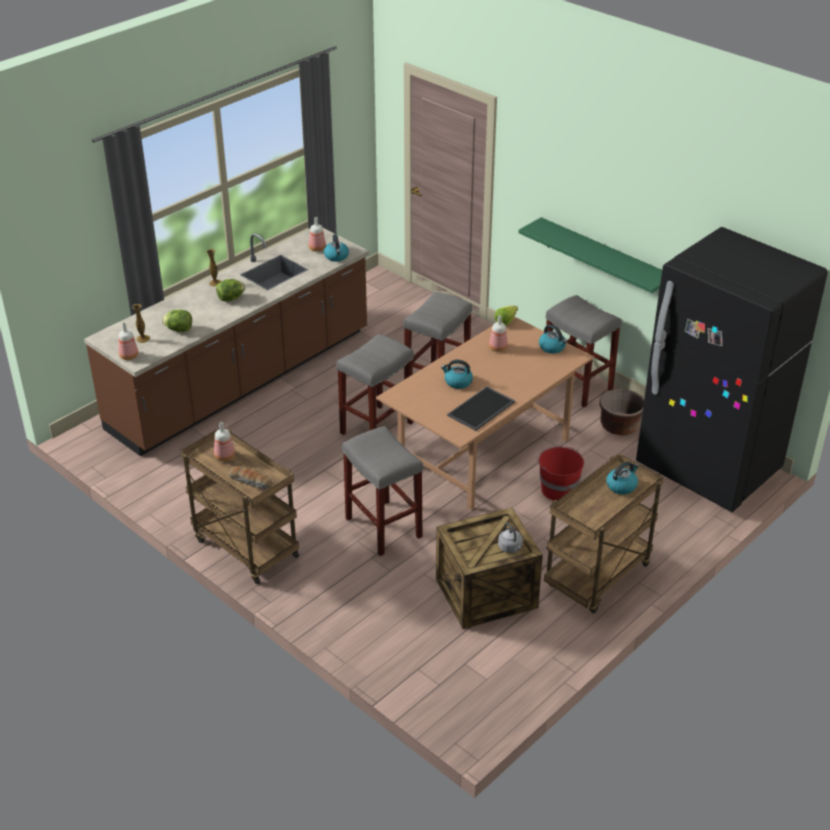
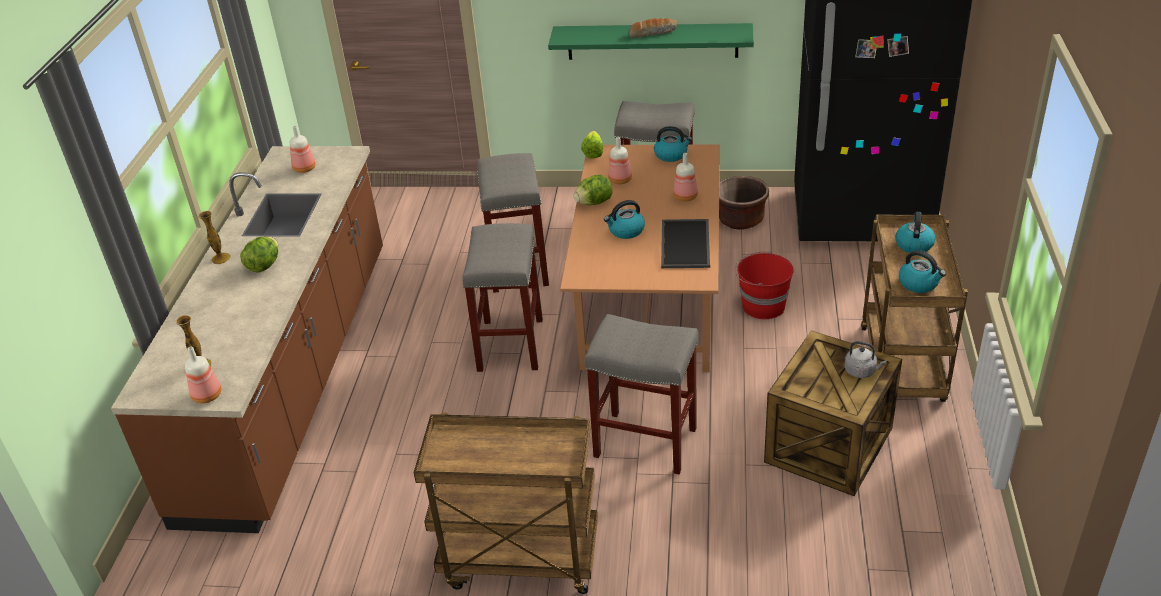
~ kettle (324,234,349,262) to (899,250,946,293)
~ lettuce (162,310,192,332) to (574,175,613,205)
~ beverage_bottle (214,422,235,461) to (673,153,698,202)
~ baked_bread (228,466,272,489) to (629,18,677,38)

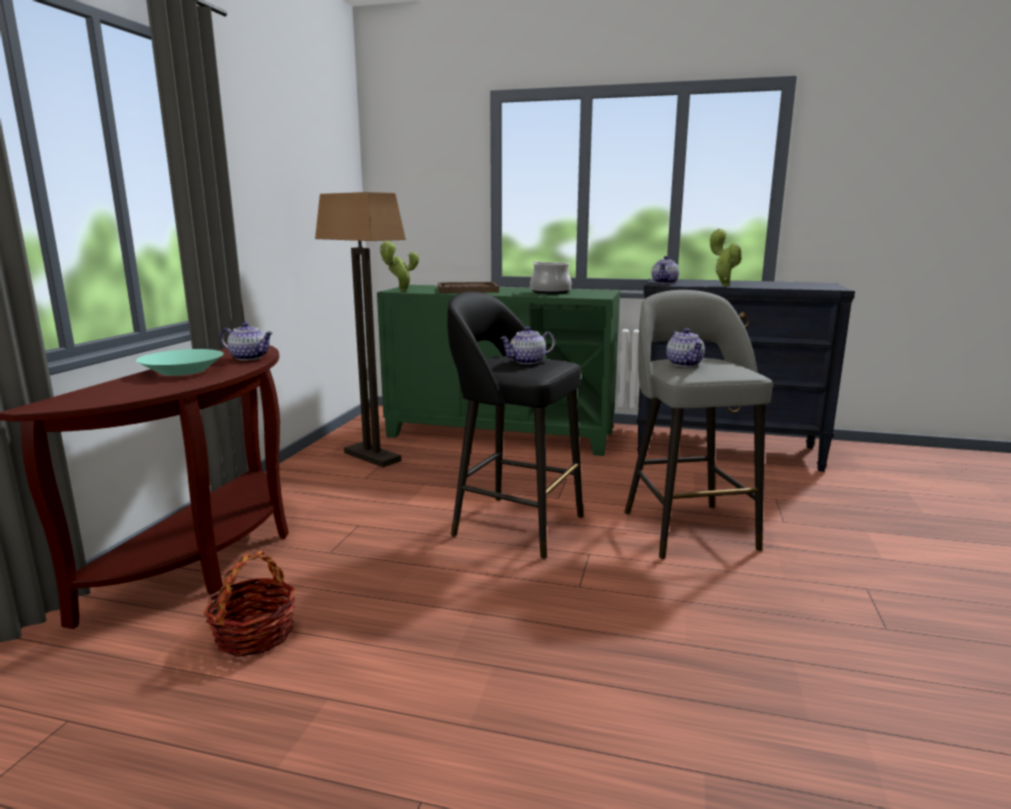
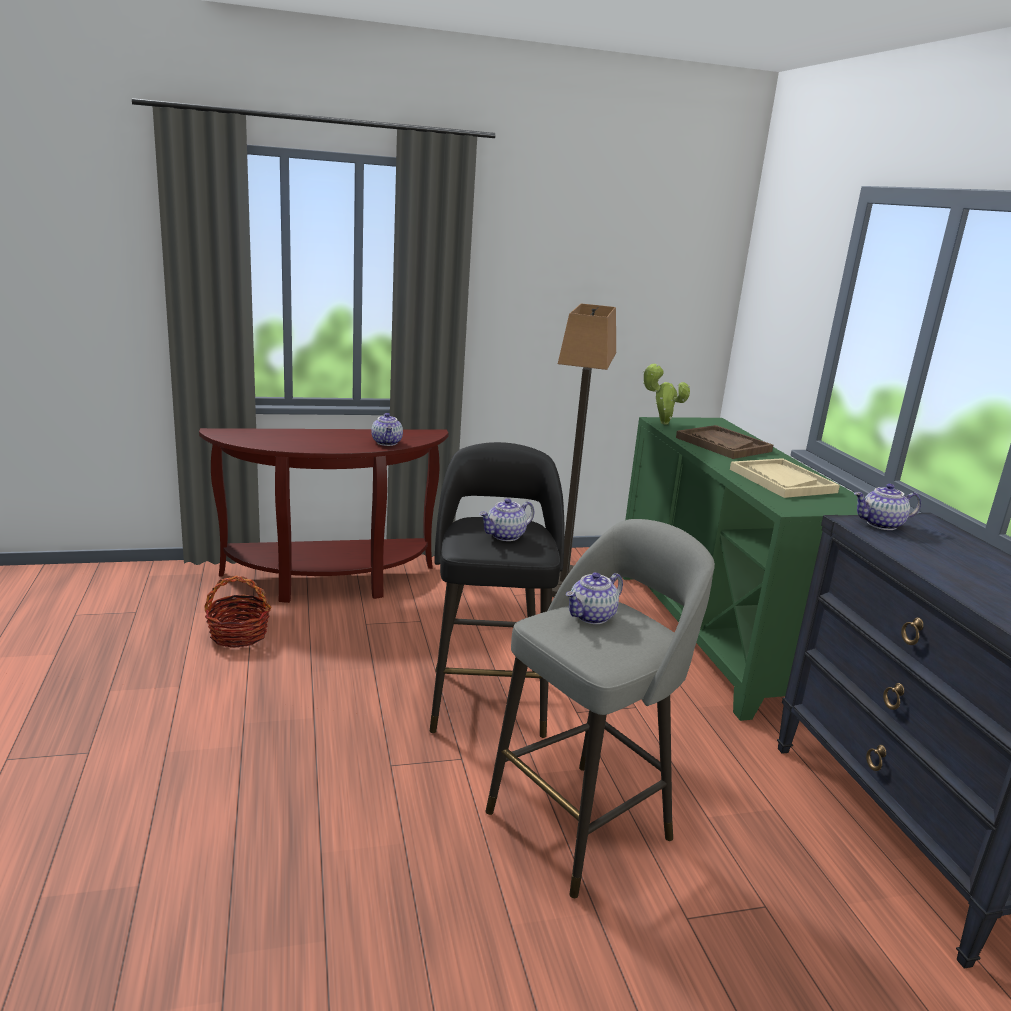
- potted_plant (710,228,742,286)
~ saucepot (530,261,571,294) to beige_serving_tray (730,458,840,498)
~ tea_pot (500,326,555,364) = (480,498,535,541) 75 degrees counterclockwise
- turquoise-coloured_deep_dish (136,349,224,376)

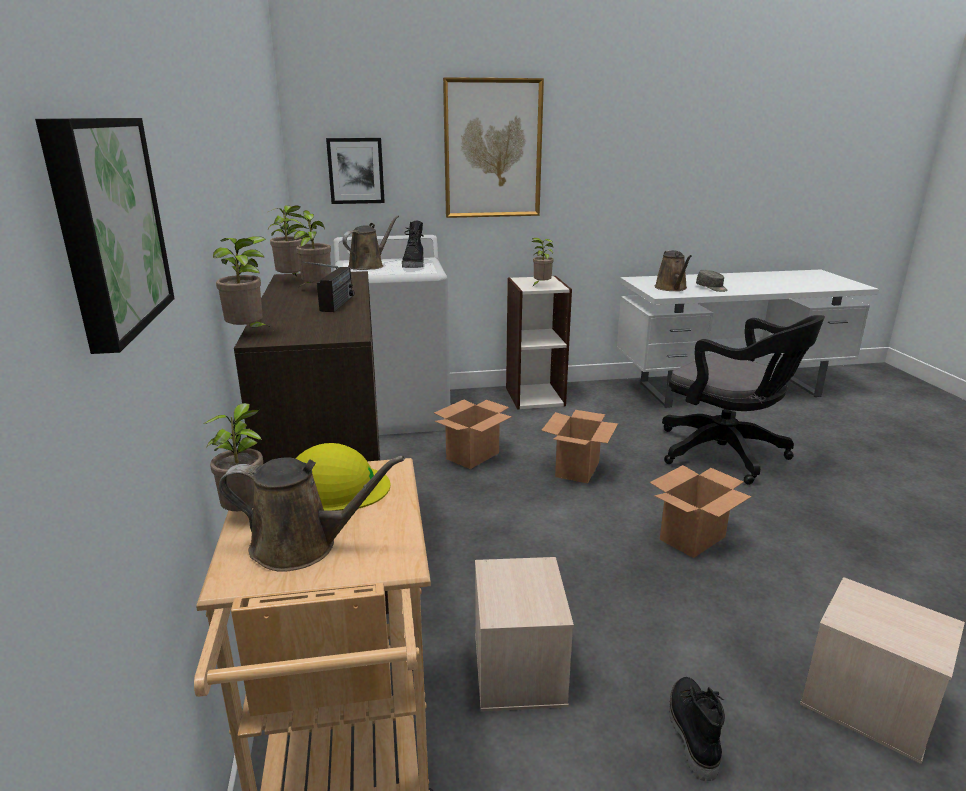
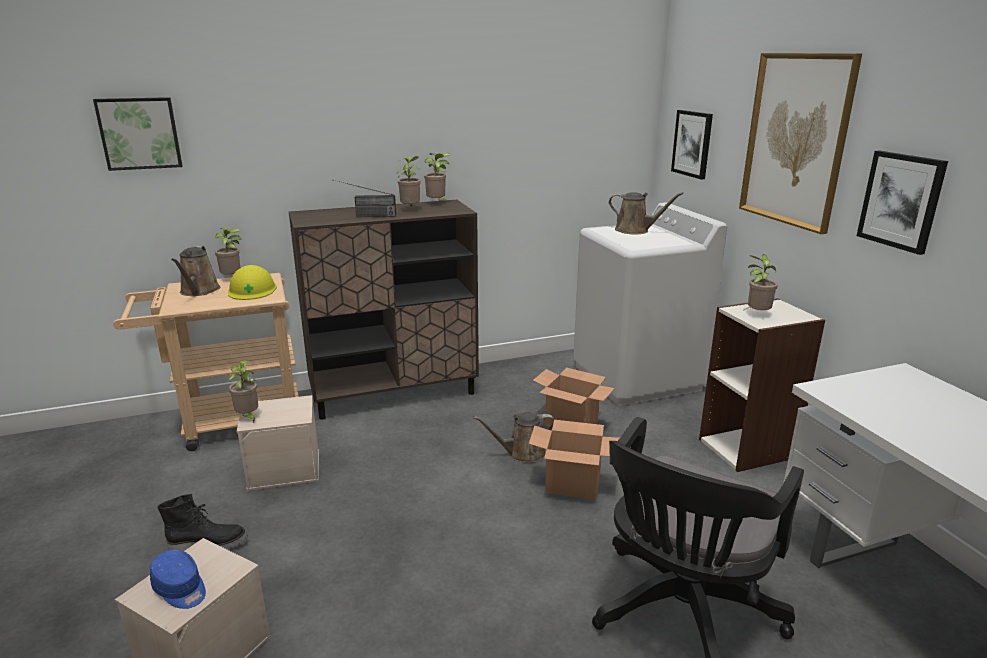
- blackish_tall_boot (402,221,424,268)
~ potted_plant (213,236,271,328) to (228,360,258,423)
~ brown_watering_pot (655,250,692,291) to (473,412,555,463)
- gray_peaked_cap (696,270,728,292)
- packing_box (650,465,751,558)
+ wall_picture (857,151,948,255)
+ bluish_peaked_cap (150,550,206,609)

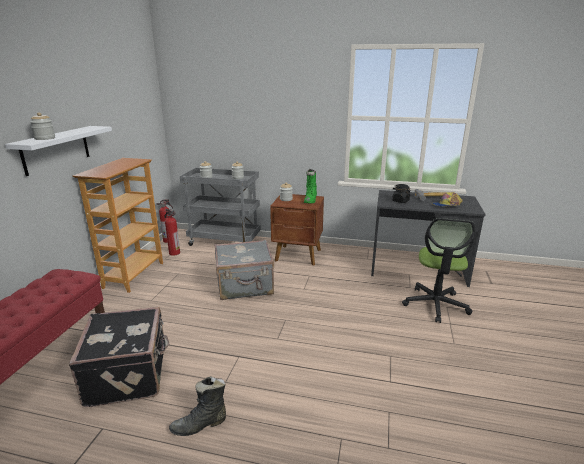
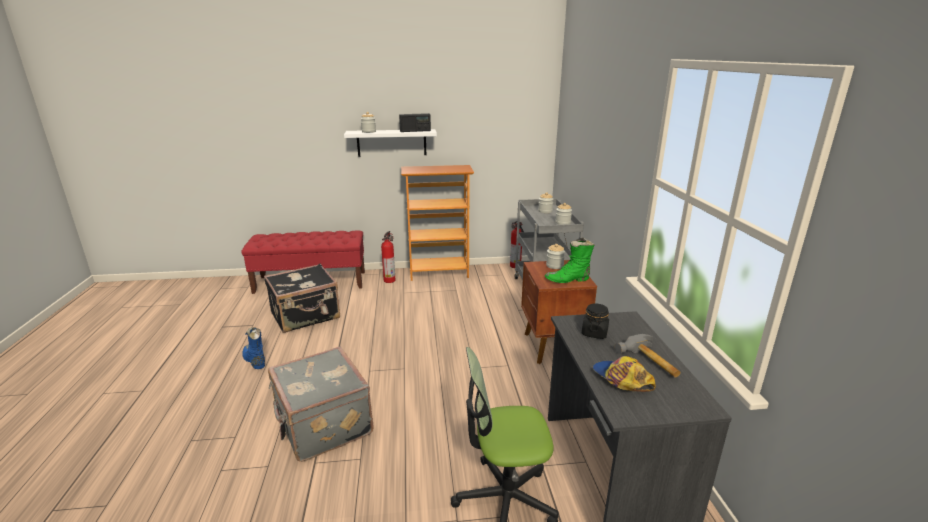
~ extinguisher (164,208,180,256) to (381,231,396,283)
~ gray_travel_case (215,240,274,300) to (268,346,374,462)
~ blackish_tall_boot (169,376,226,436) to bluish_tall_boot (242,327,265,369)
+ radio (399,113,431,132)

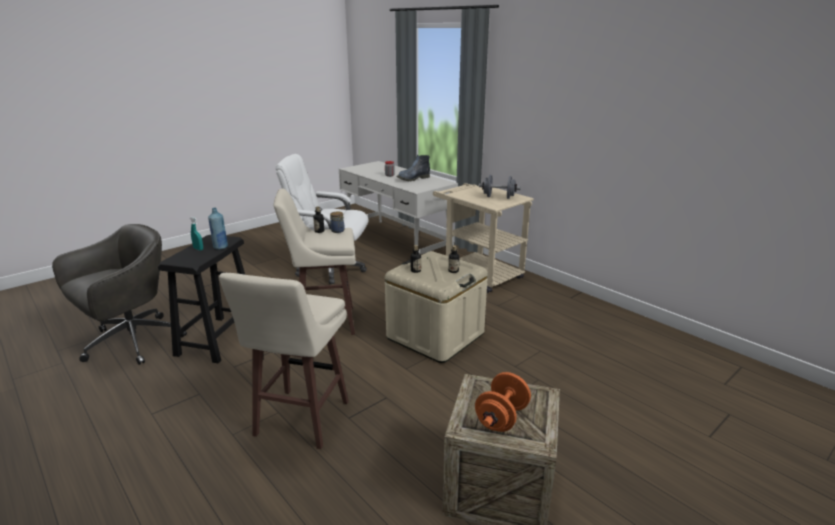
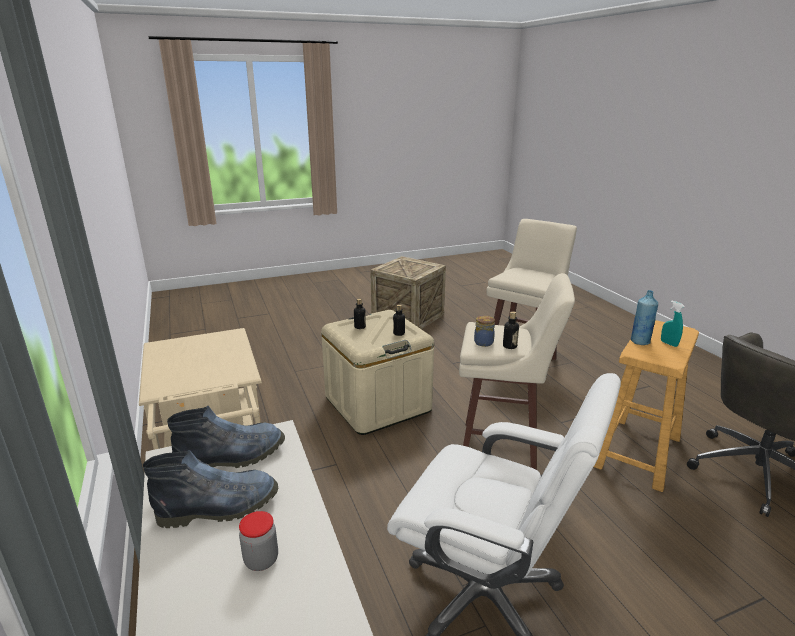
- gray_free_weight (479,175,521,199)
~ blackish_stool (158,235,245,364) to beige_stool (594,320,699,492)
- orangey_free_weight (475,372,531,432)
+ tall_boot (167,406,285,468)

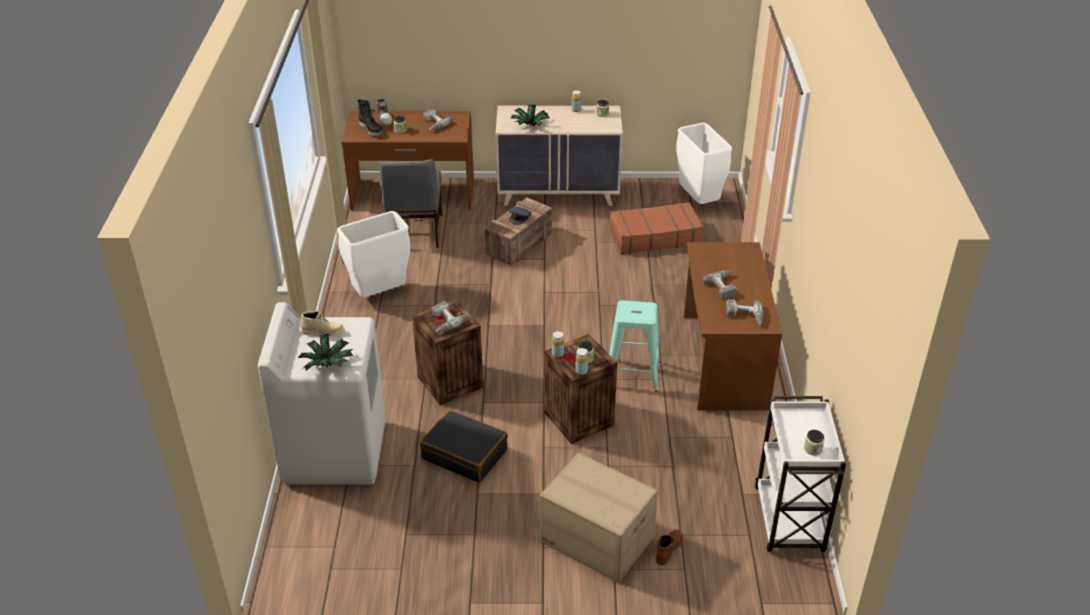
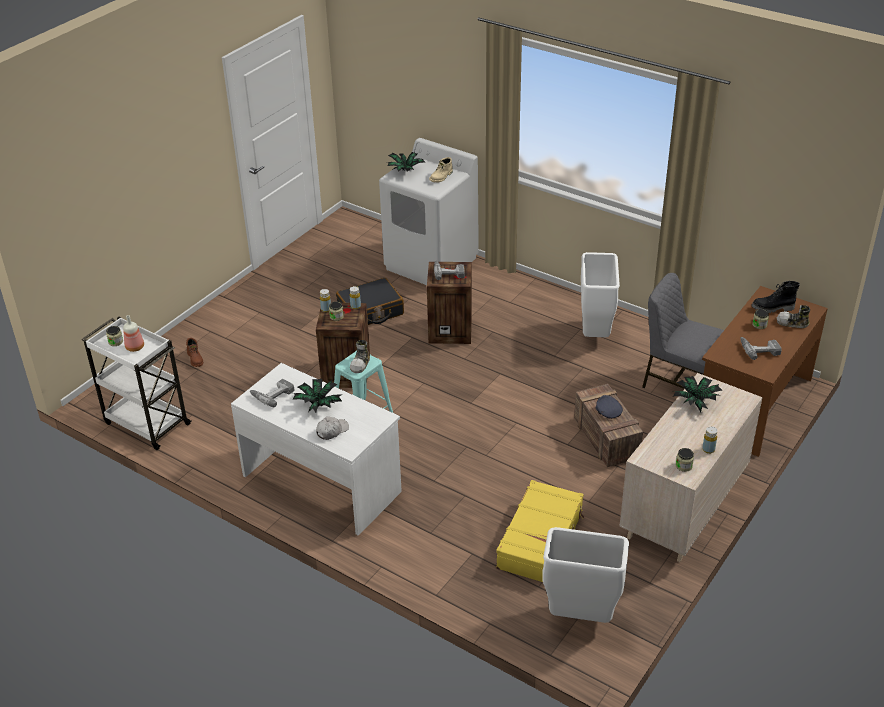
~ brown_travel_case (610,202,704,254) to yellow_travel_case (496,480,584,582)
~ brown_desk_unit (684,242,782,410) to white_desk_unit (231,363,402,536)
~ electric_drill (702,270,738,299) to potted_plant (292,379,342,412)
- packing_box (540,453,658,583)
+ beverage_bottle (123,315,144,352)
+ low_shoe (350,340,370,373)
+ white_peaked_cap (316,417,349,440)

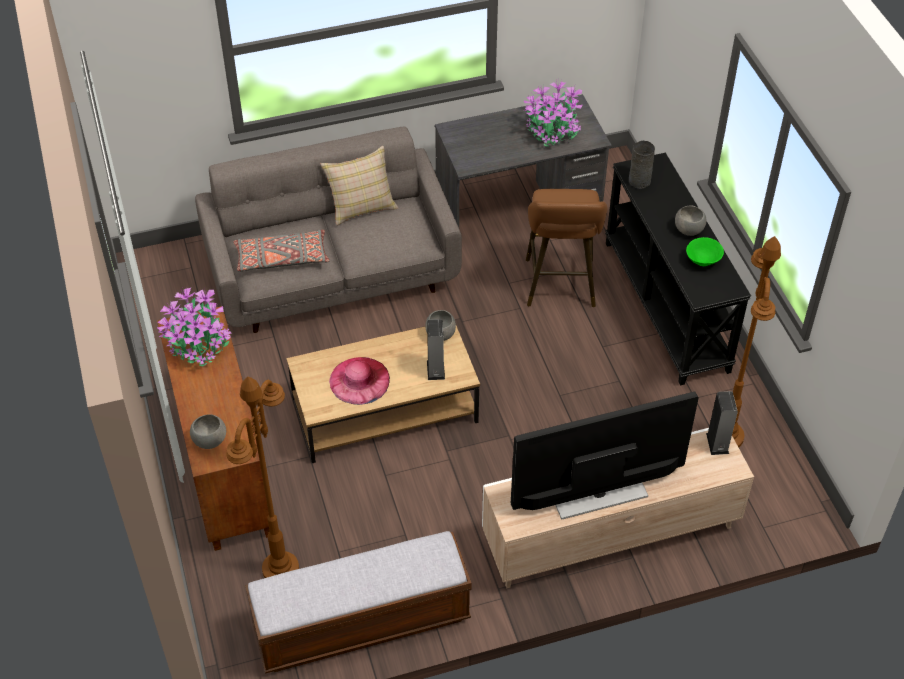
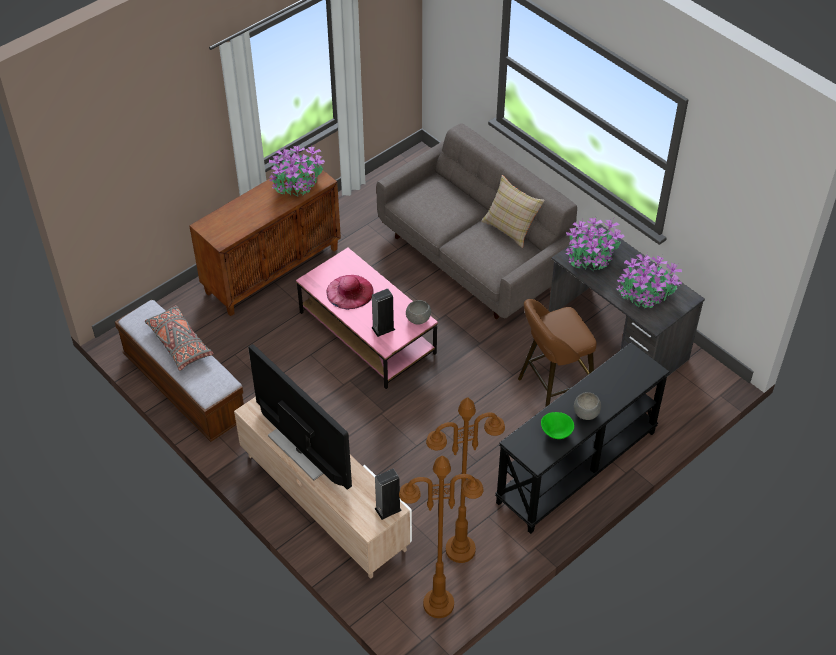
- gray_flower_vase (629,141,655,189)
~ gray_pillow (233,230,329,272) to (145,305,214,371)
~ brown_coffee_table (286,326,480,463) to pink_coffee_table (296,248,438,389)
~ brown_floor_lamp (226,376,299,578) to (399,456,483,618)
- gray_deep_dish (190,414,226,449)
+ potted_plant (566,217,625,272)

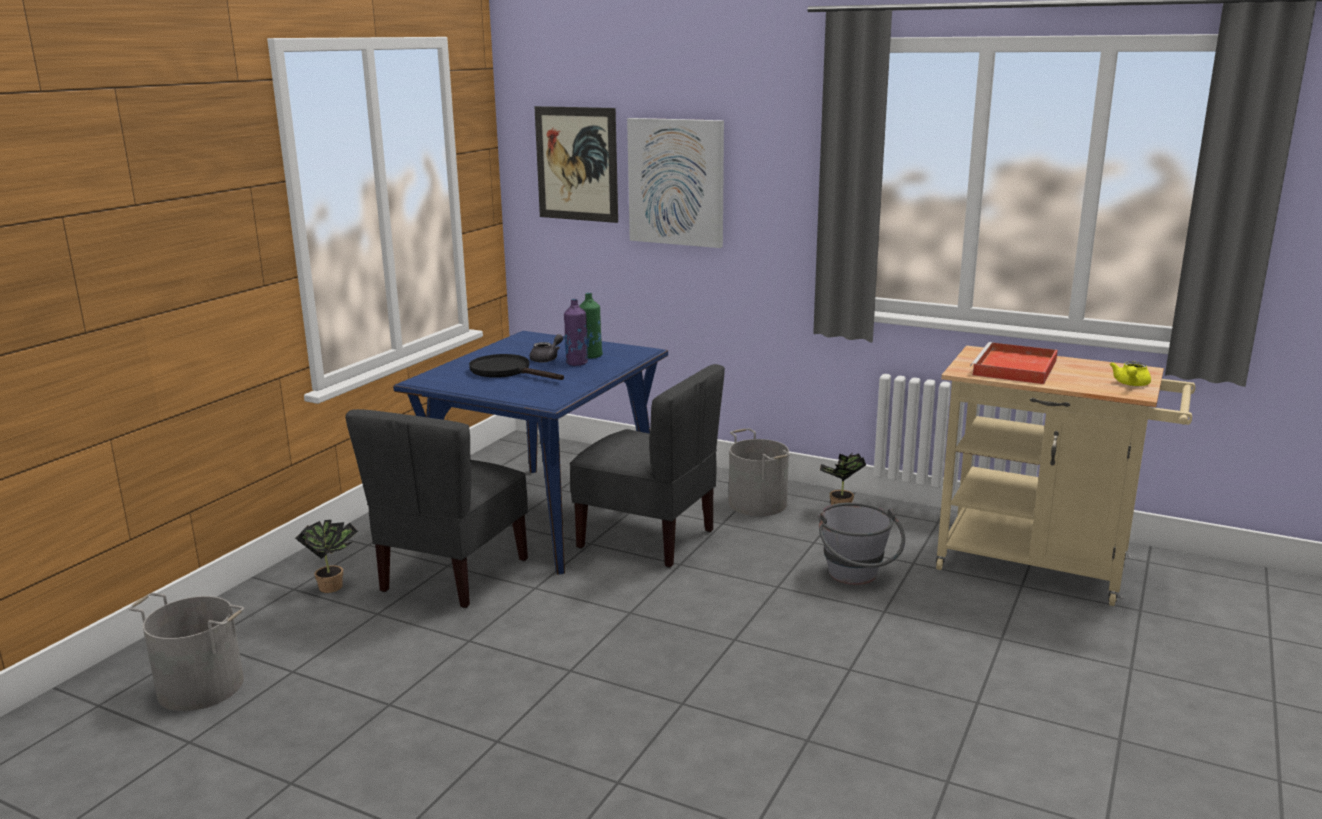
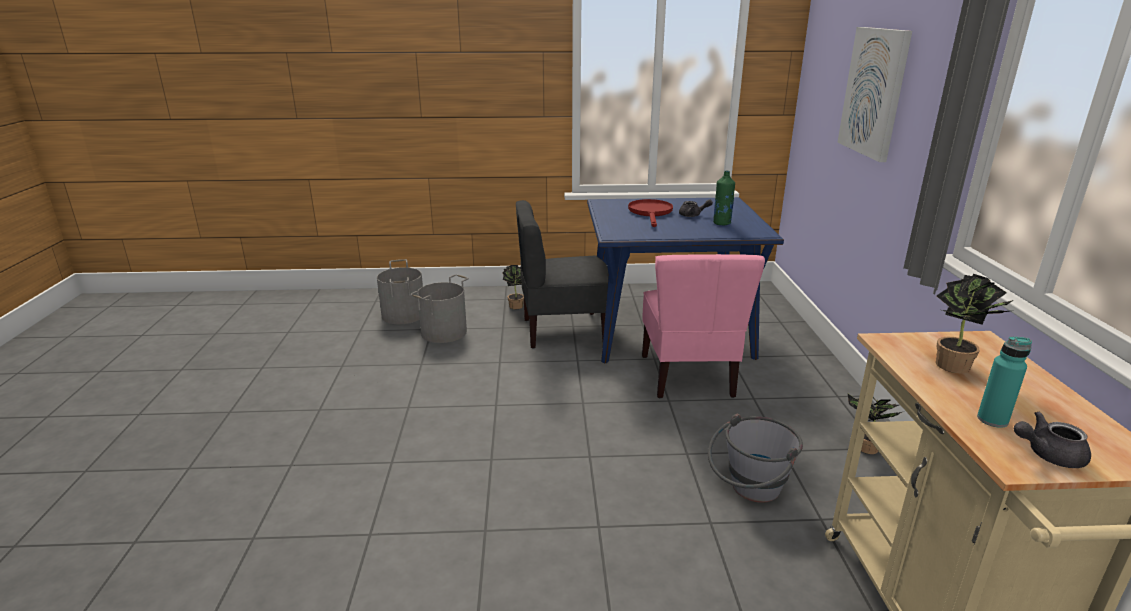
- wall_picture (534,106,618,223)
- purplish_beverage_bottle (564,299,588,366)
~ red_serving_tray (970,342,1058,384) to potted_plant (936,274,1013,373)
~ blackish_pan (469,354,564,380) to red_pan (628,199,673,227)
~ yellow_tea_pot (1110,362,1151,386) to gray_tea_pot (1014,412,1091,468)
~ gray_plain_chair (569,364,725,568) to pink_plain_chair (642,254,765,398)
~ gray_water_bucket (729,428,790,516) to (410,274,469,343)
+ turquoise-coloured_beverage_bottle (977,336,1032,428)

